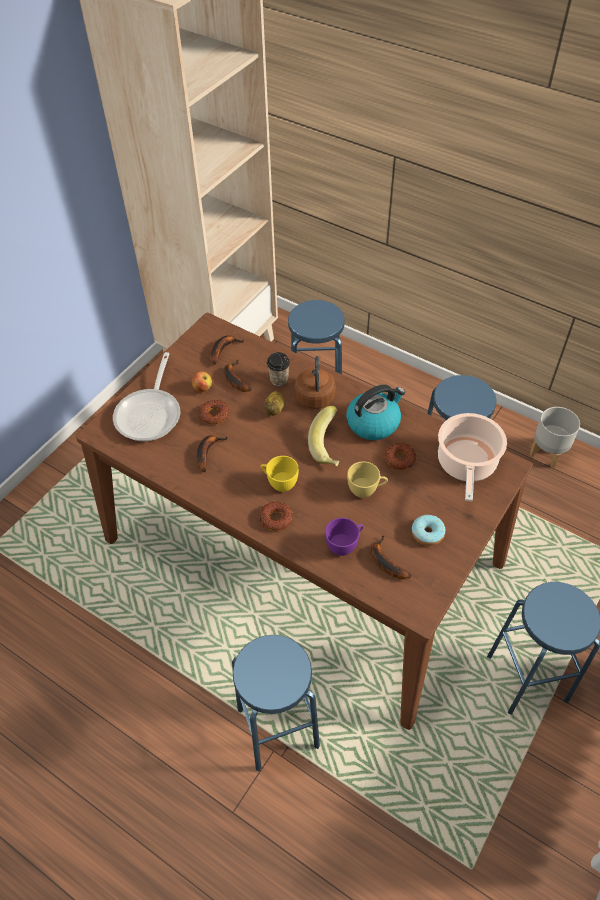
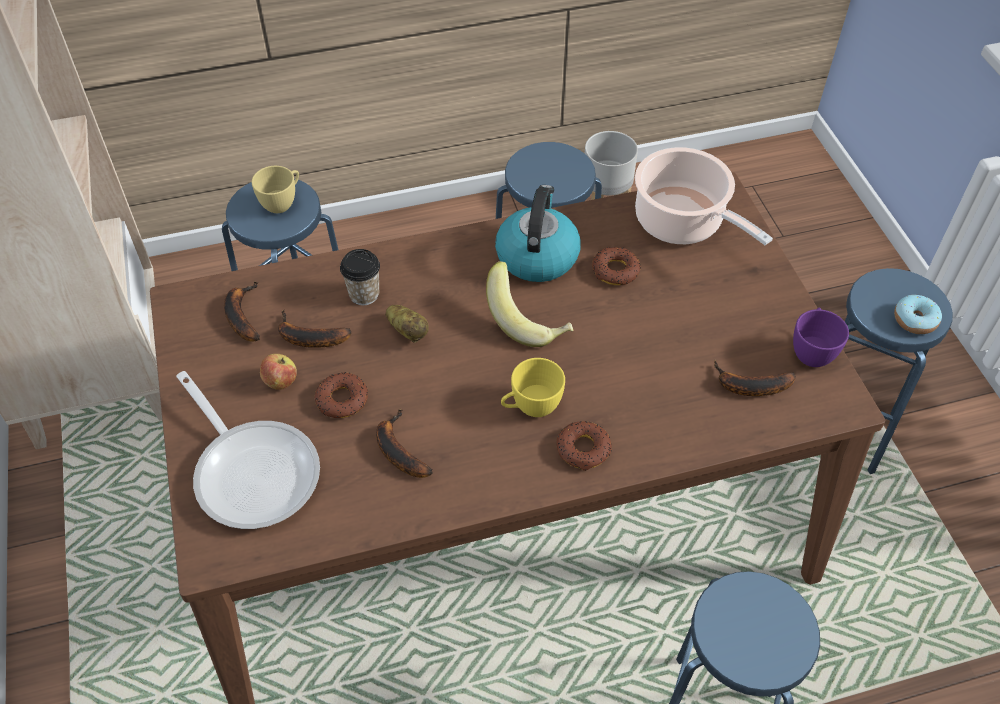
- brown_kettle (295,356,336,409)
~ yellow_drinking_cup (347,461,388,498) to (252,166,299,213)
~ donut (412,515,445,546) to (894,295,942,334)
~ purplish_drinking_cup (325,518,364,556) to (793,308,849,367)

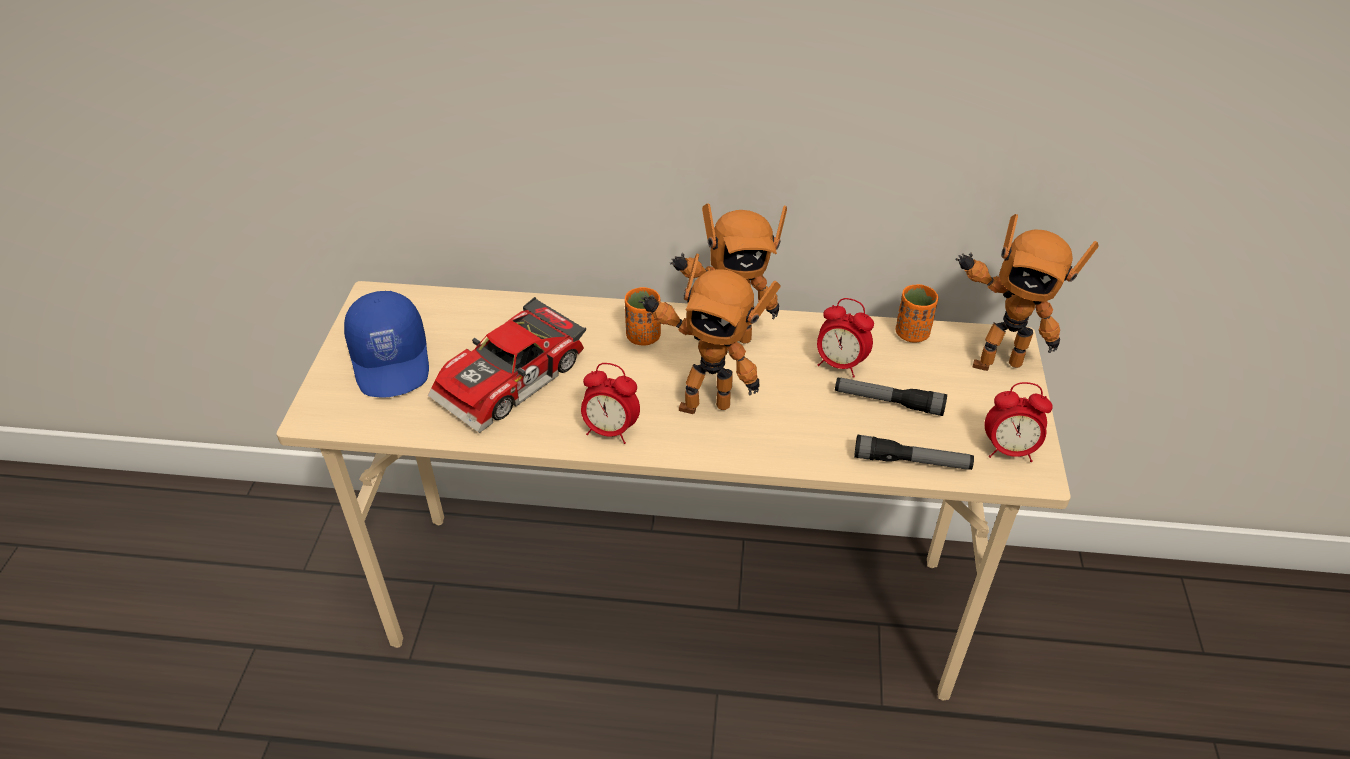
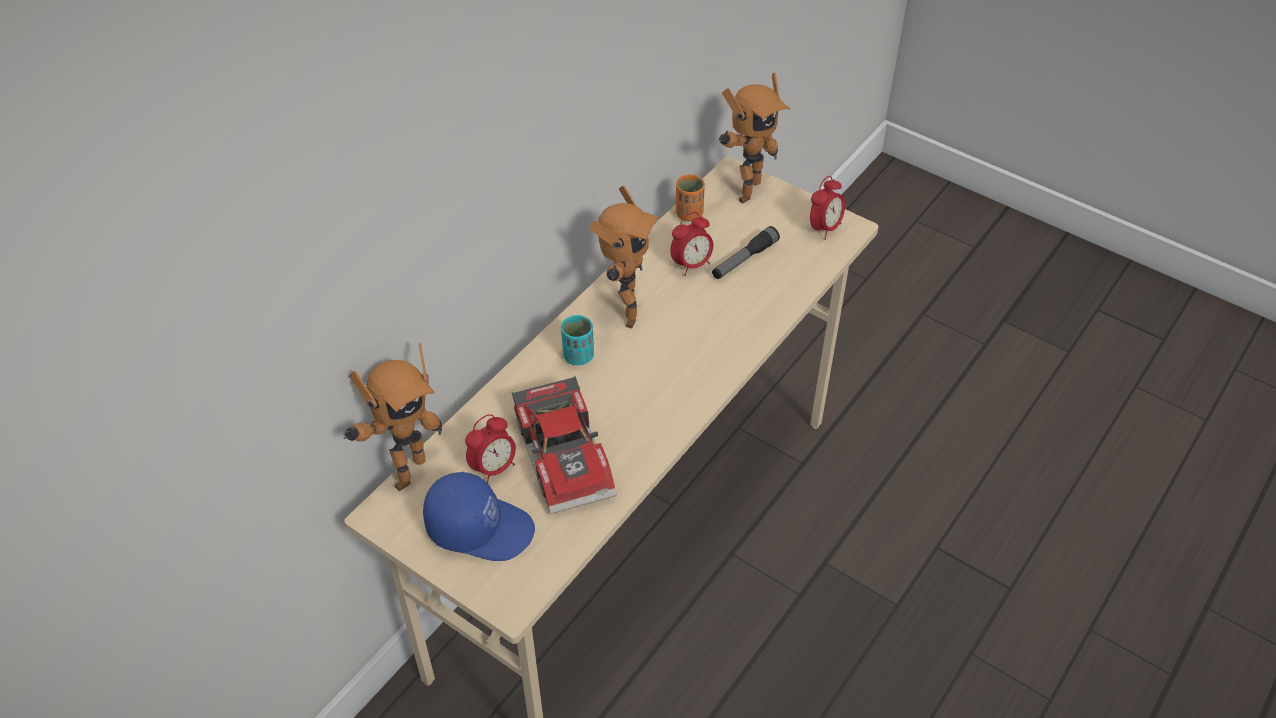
~ toy_robot (639,254,781,414) to (343,343,442,491)
~ orangey_drinking_cup (625,287,661,346) to turquoise-coloured_drinking_cup (561,315,594,365)
~ table_clock (581,363,640,444) to (465,414,516,483)
- flashlight (854,434,974,470)

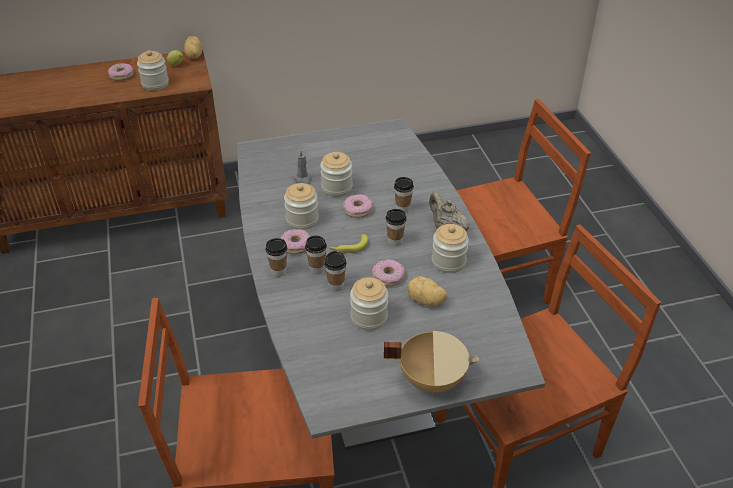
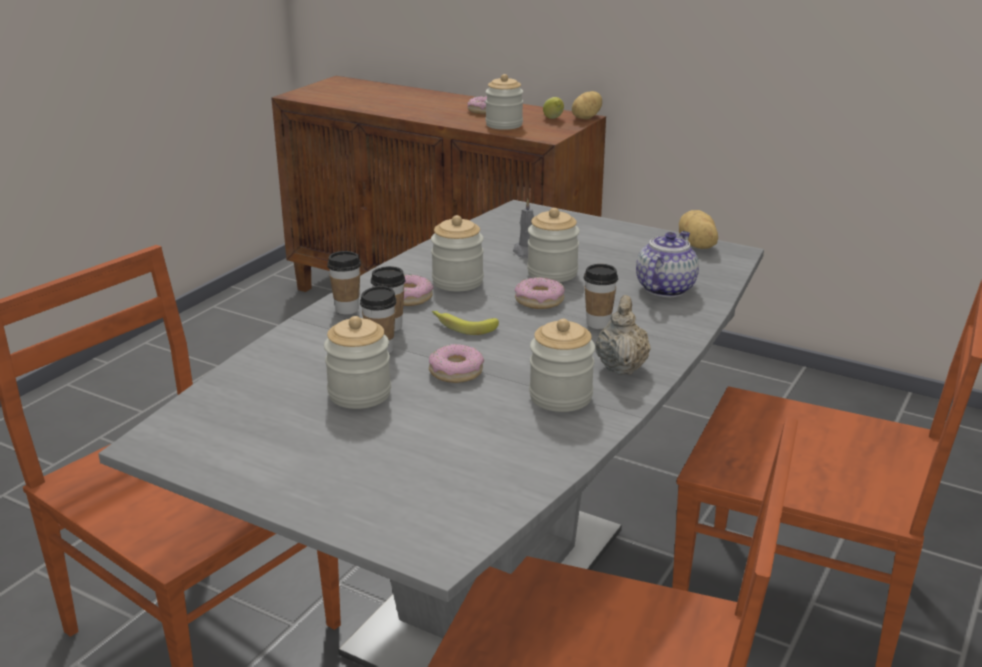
- drinking_cup (386,209,406,246)
~ spud (407,276,448,306) to (679,210,718,249)
- beige_saucepot (384,331,479,393)
+ tea_pot (636,231,699,297)

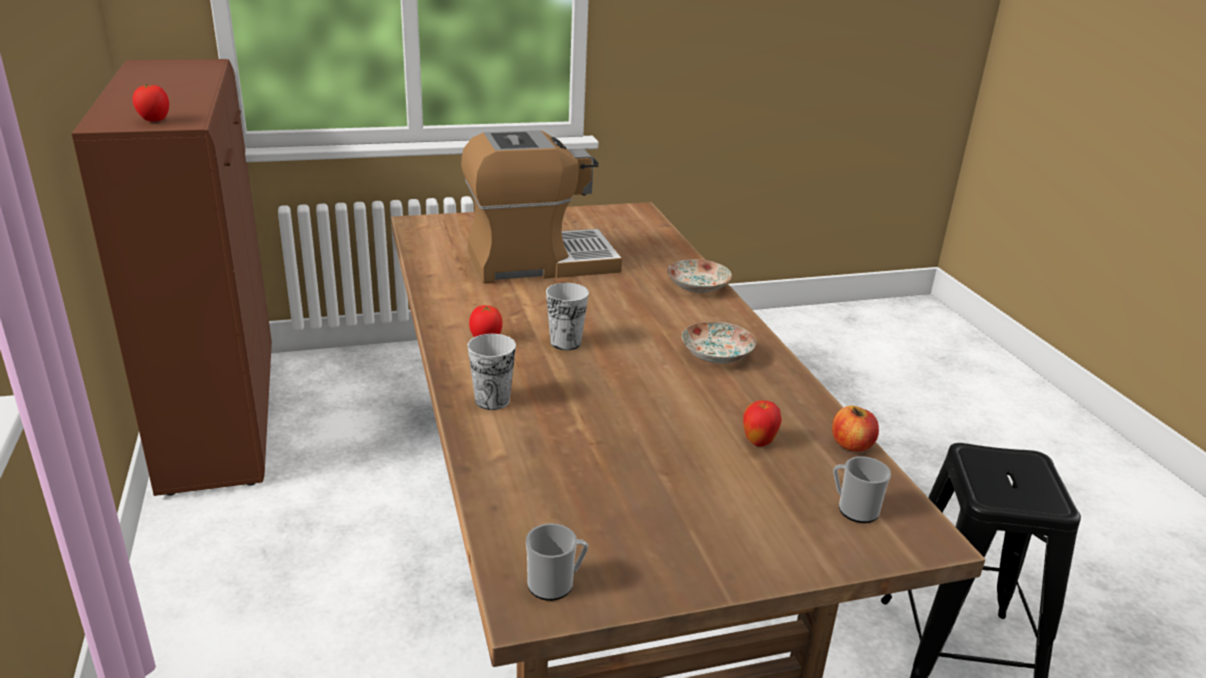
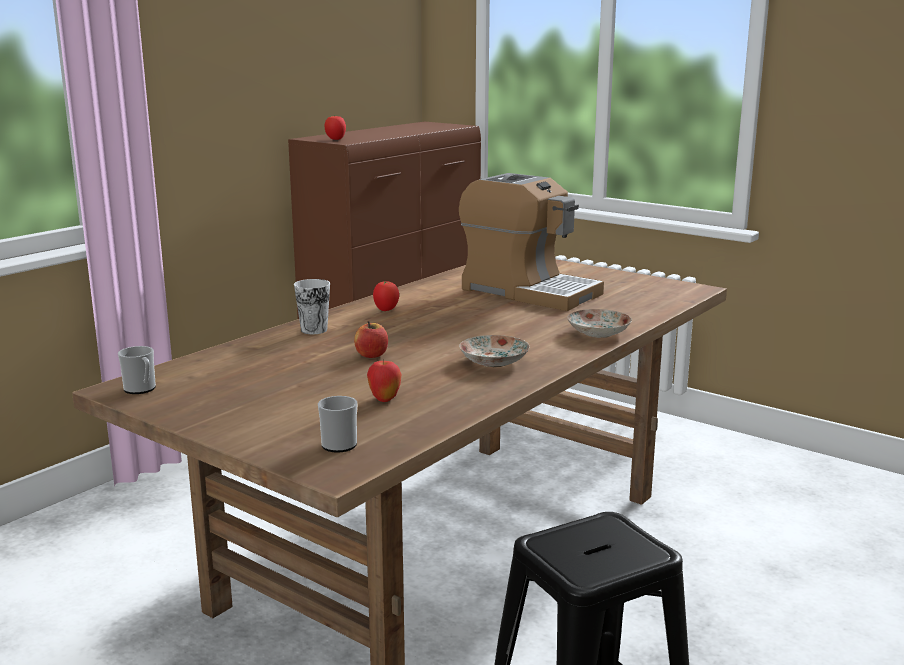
- drinking_cup (546,283,589,350)
~ apple (832,406,879,452) to (354,321,388,358)

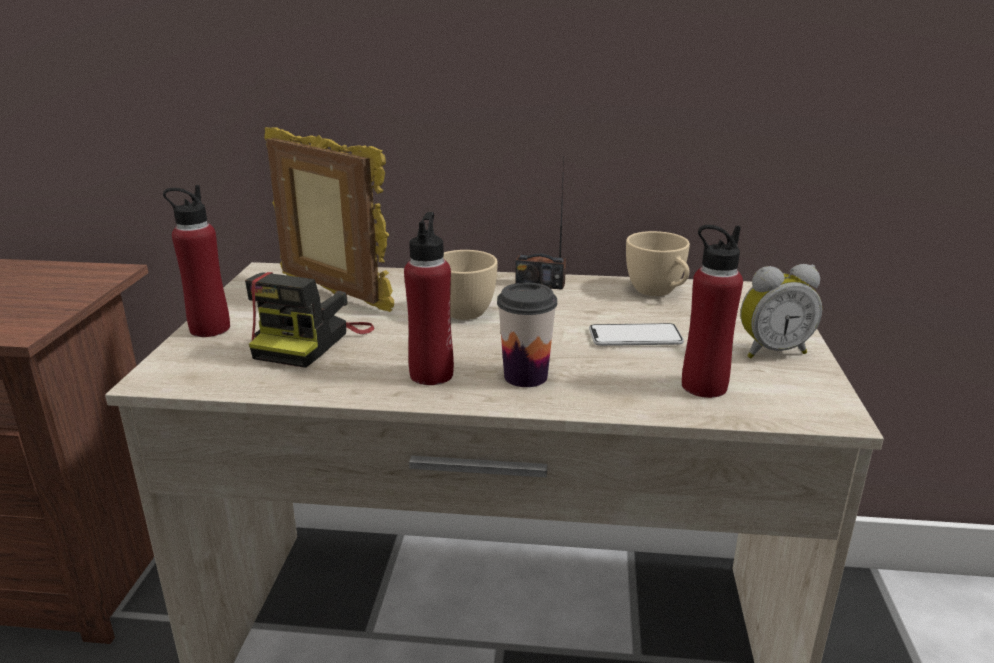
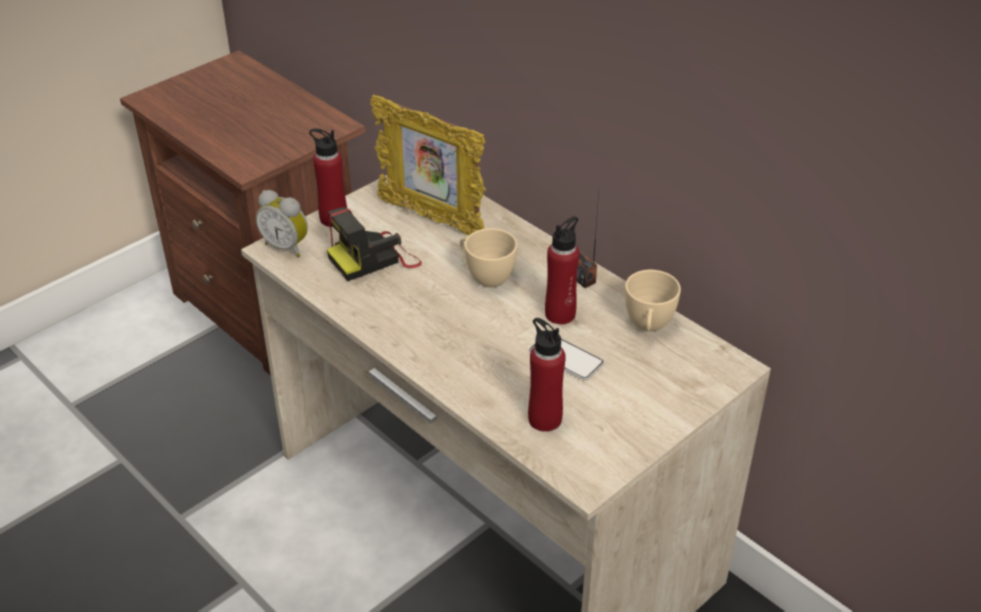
~ standing_frame (264,127,394,312) = (370,95,486,235) 135 degrees clockwise
~ red_beverage_bottle (404,212,454,385) to (545,216,579,324)
~ table_clock (740,264,822,358) to (256,190,308,257)
- drinking_cup (497,283,557,387)

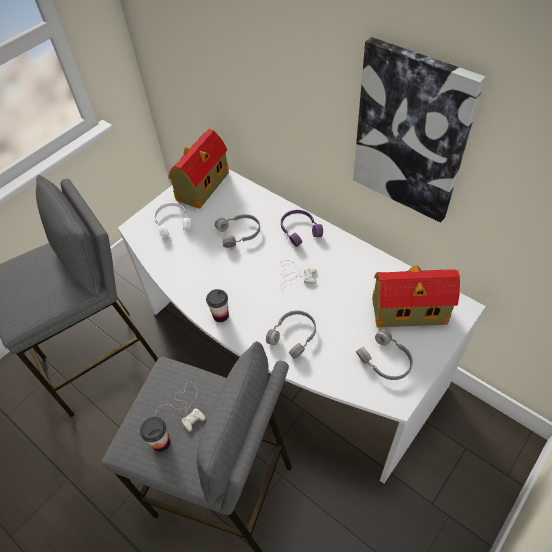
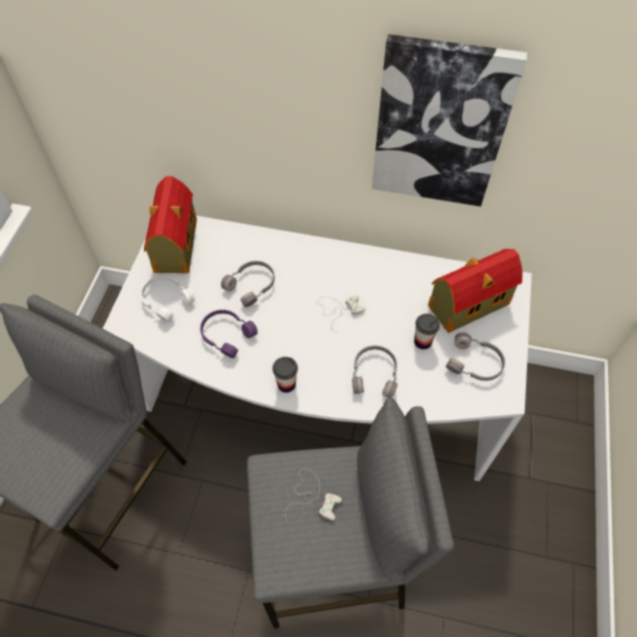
~ purplish_pair_of_headphones (281,210,323,247) to (200,310,258,358)
~ drinking_cup (140,417,170,452) to (414,314,440,349)

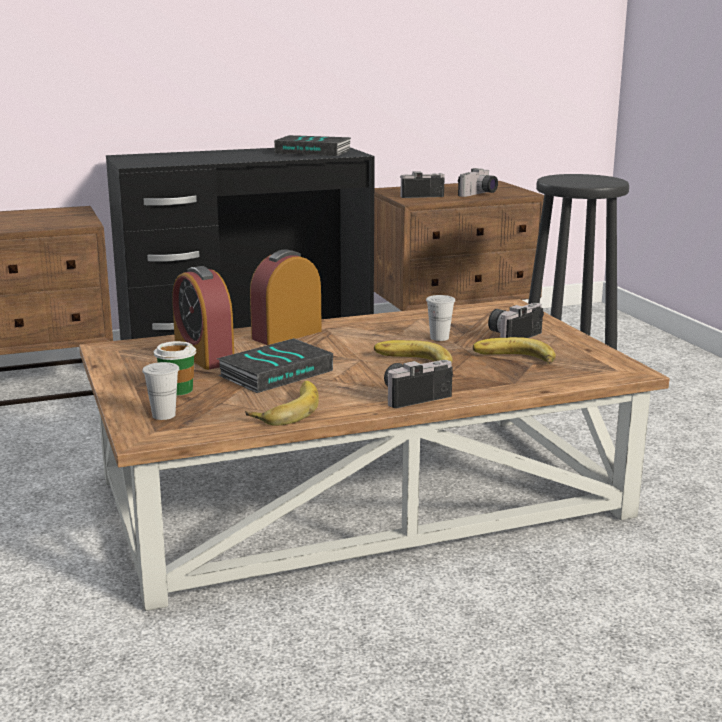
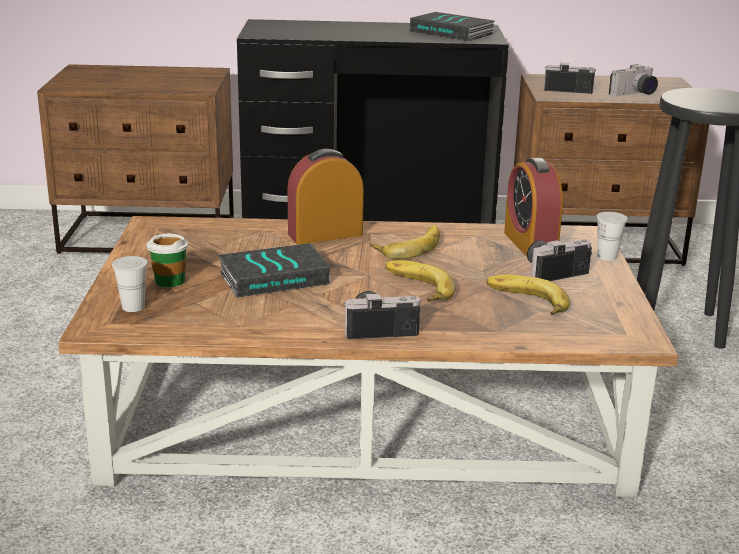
~ table_clock (172,266,234,370) to (504,158,563,257)
~ white_drinking_cup (426,295,455,341) to (596,212,628,261)
~ banana_fruit (245,381,319,426) to (370,225,440,259)

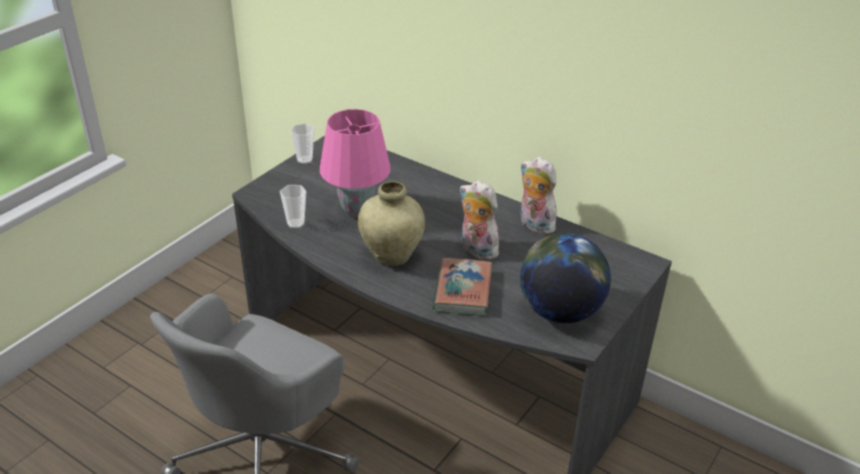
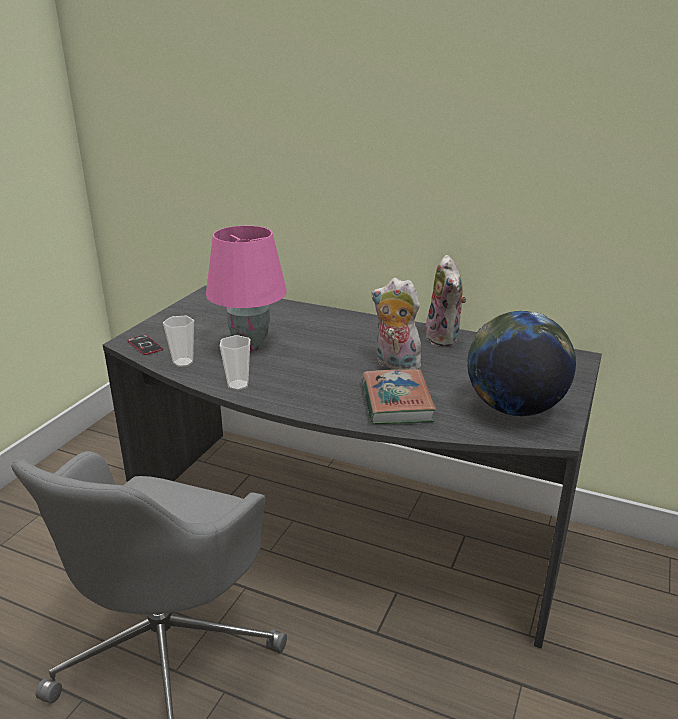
~ drinking_cup (291,123,314,164) to (219,335,250,391)
~ cuddly_toy (520,156,557,234) = (423,255,467,346) 135 degrees counterclockwise
- beige_flower_vase (358,181,425,266)
+ telephone (127,335,163,355)

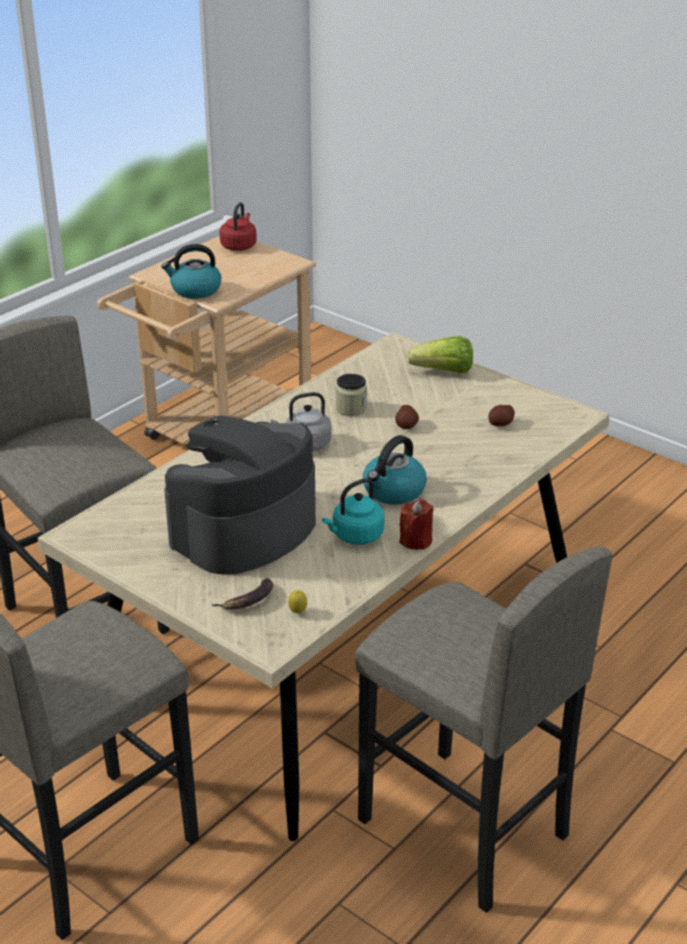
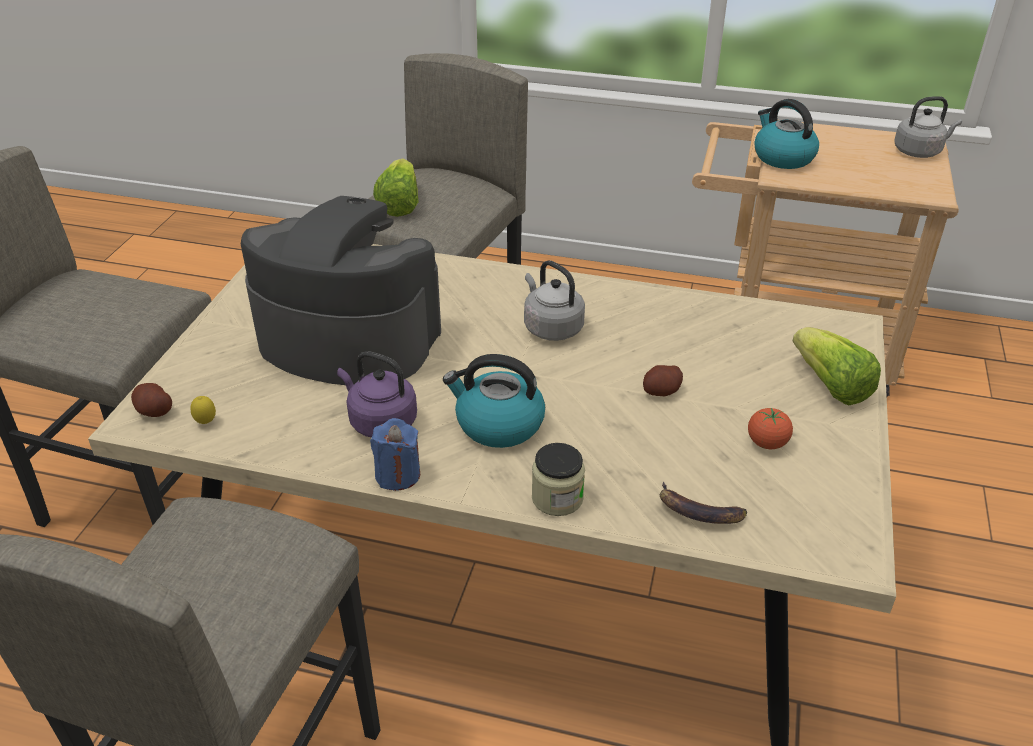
~ red_kettle (219,202,257,251) to gray_kettle (894,96,962,158)
~ storage_jar (336,374,367,416) to (532,443,585,516)
~ spud (489,405,514,426) to (131,383,172,417)
~ turquoise-coloured_kettle (322,478,385,545) to purplish_kettle (337,351,417,438)
~ red_candle (399,499,434,550) to bluish_candle (370,418,420,491)
~ banana_fruit (211,578,273,610) to (660,482,747,524)
+ lettuce (373,158,418,217)
+ whole_tomato (748,408,793,449)

